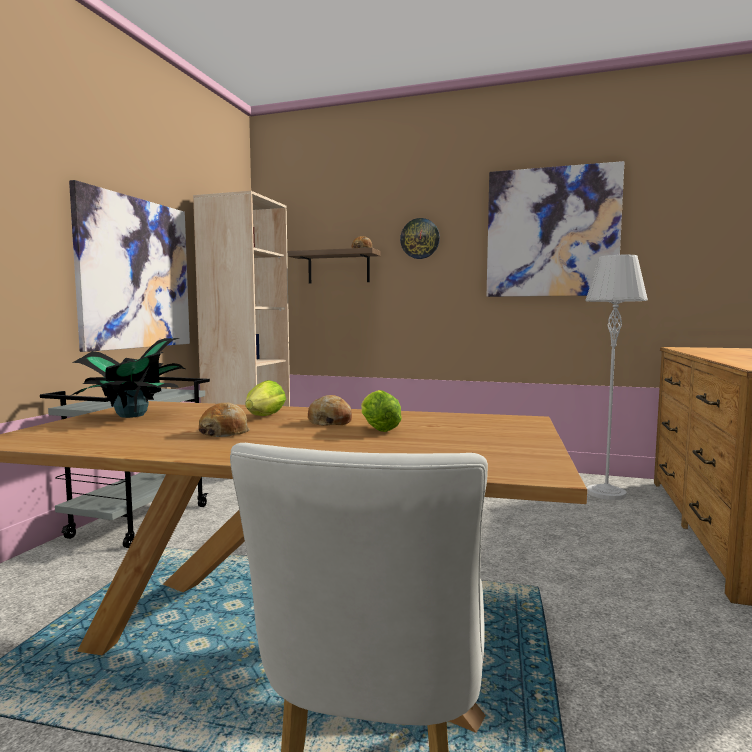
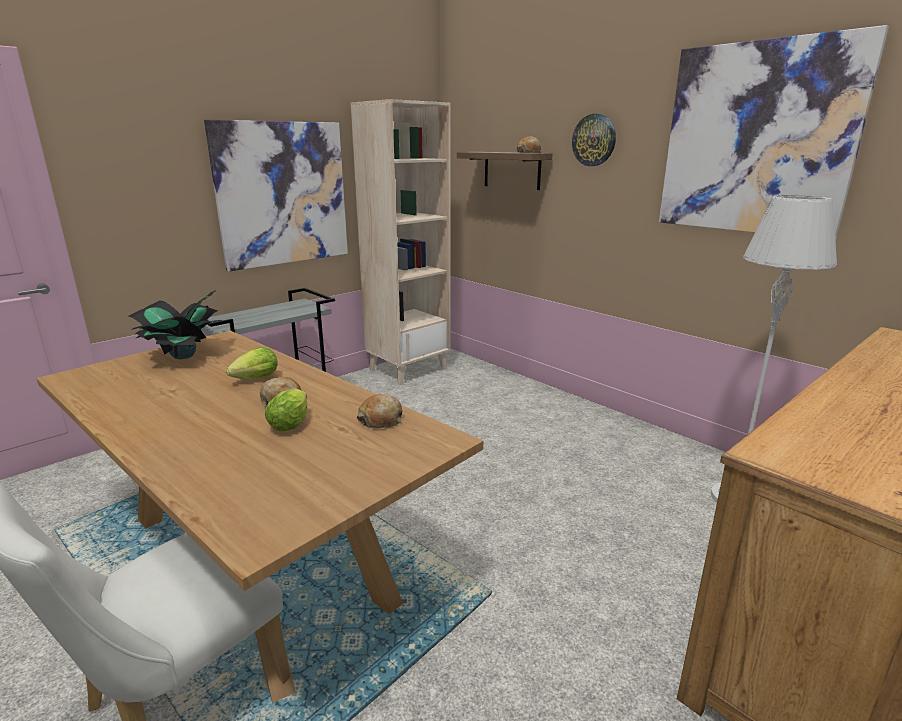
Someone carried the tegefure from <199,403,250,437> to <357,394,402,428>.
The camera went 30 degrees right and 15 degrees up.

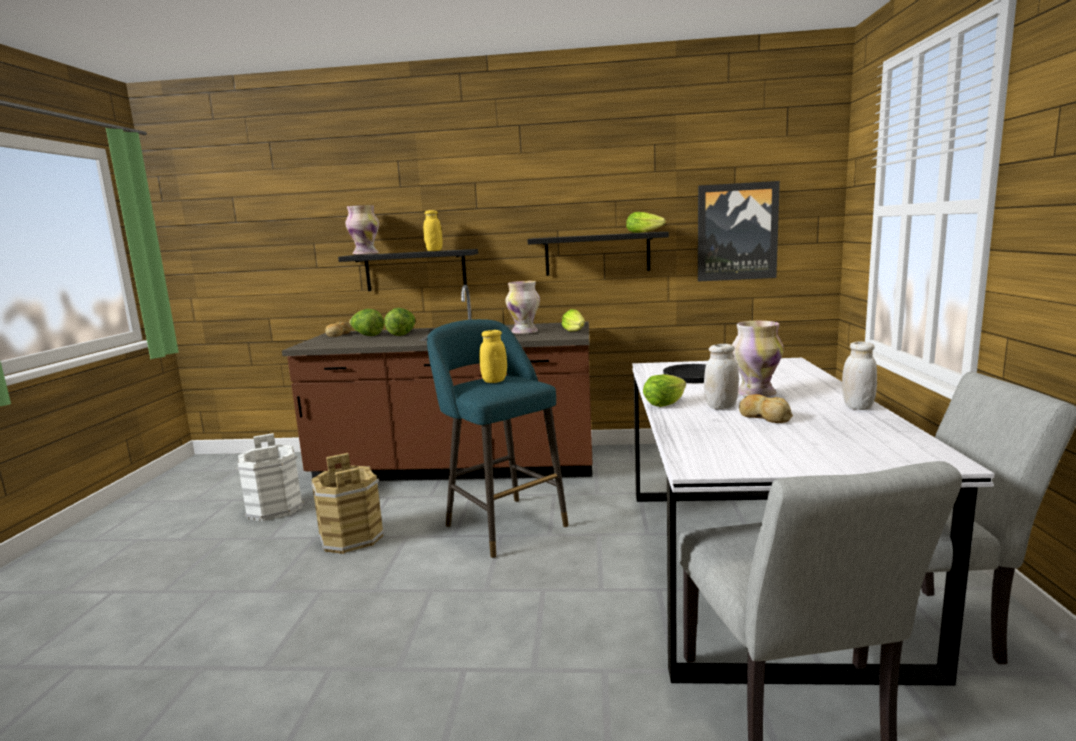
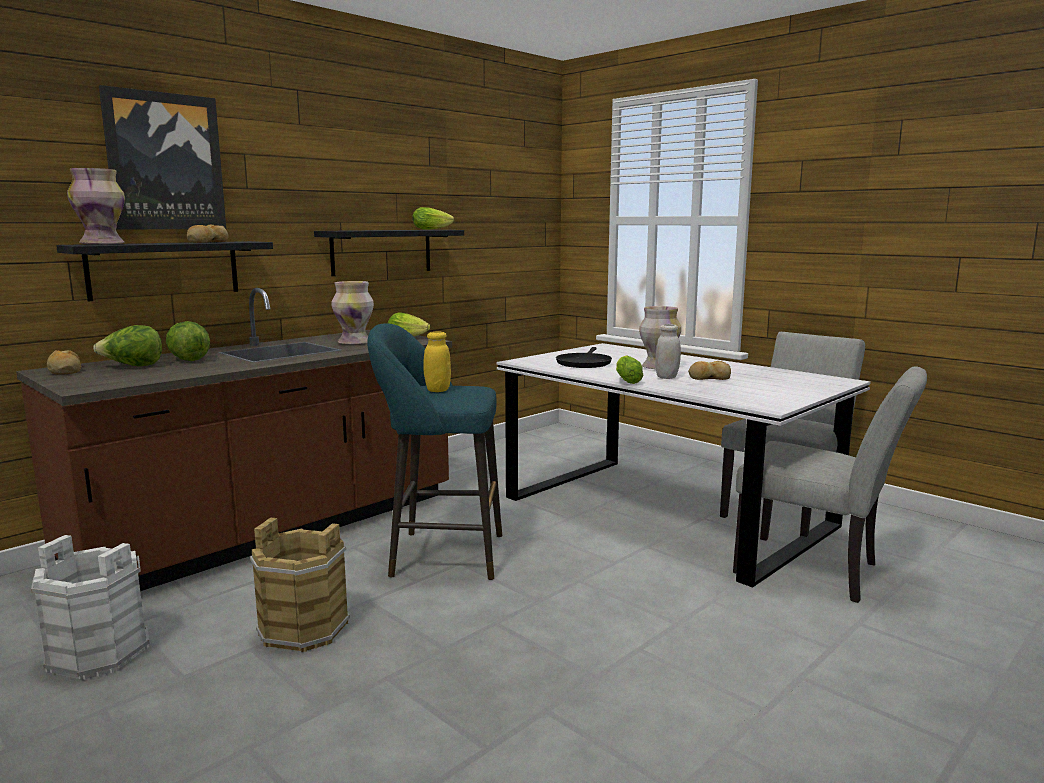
Someone carried the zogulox from <698,181,780,281> to <99,85,226,230>.
Someone swapped the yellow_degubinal at <423,210,442,251> for the tegefure at <187,224,228,243>.
Someone took away the white_degubinal at <842,342,877,410>.
The camera went 50 degrees left and 0 degrees up.

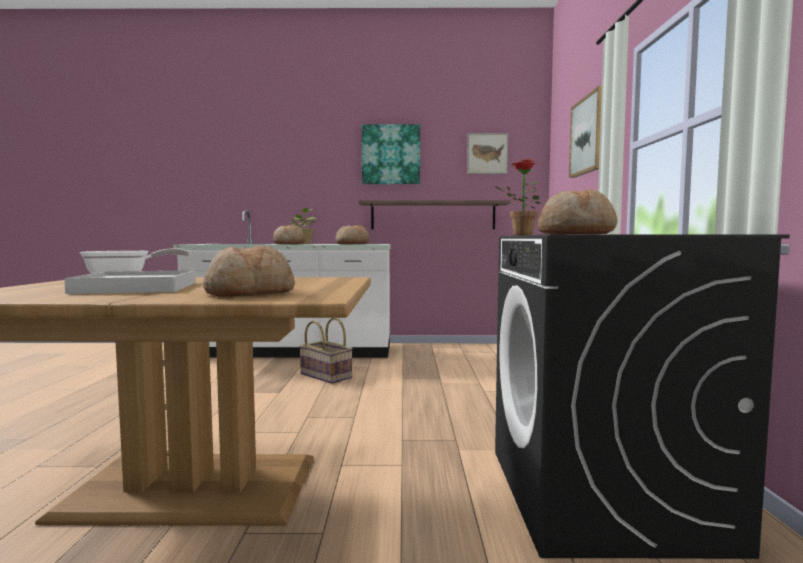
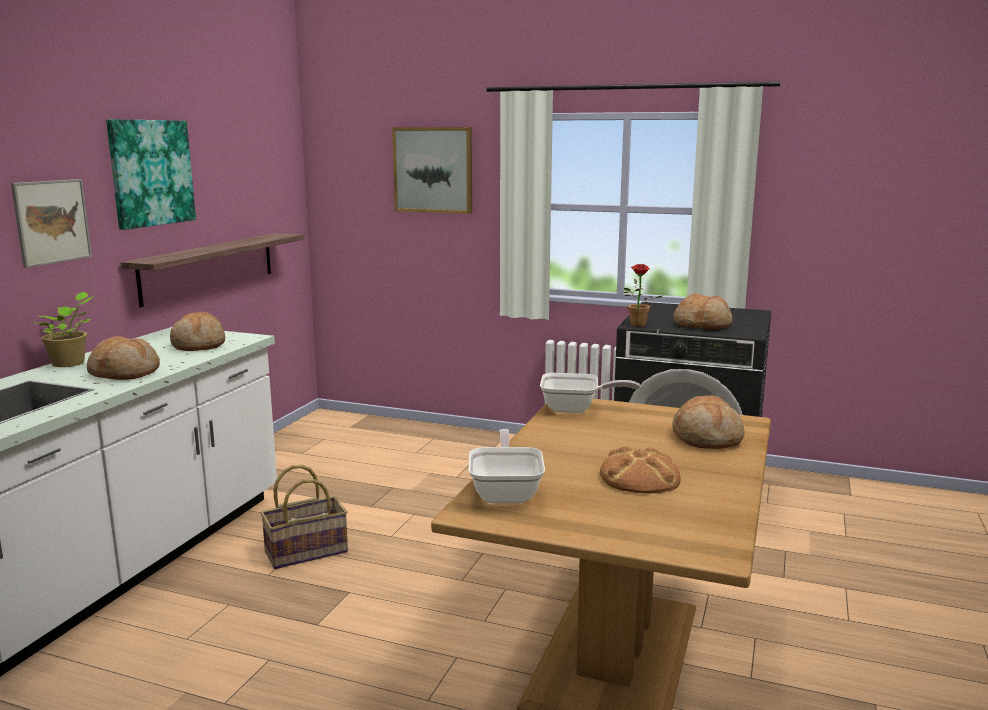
Someone carried the zogulox from <467,133,508,174> to <11,179,92,268>.
Someone put down the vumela at <540,373,640,413>.
Someone swapped the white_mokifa at <64,270,195,294> for the tegefure at <600,446,681,494>.
The camera went 70 degrees left and 10 degrees up.

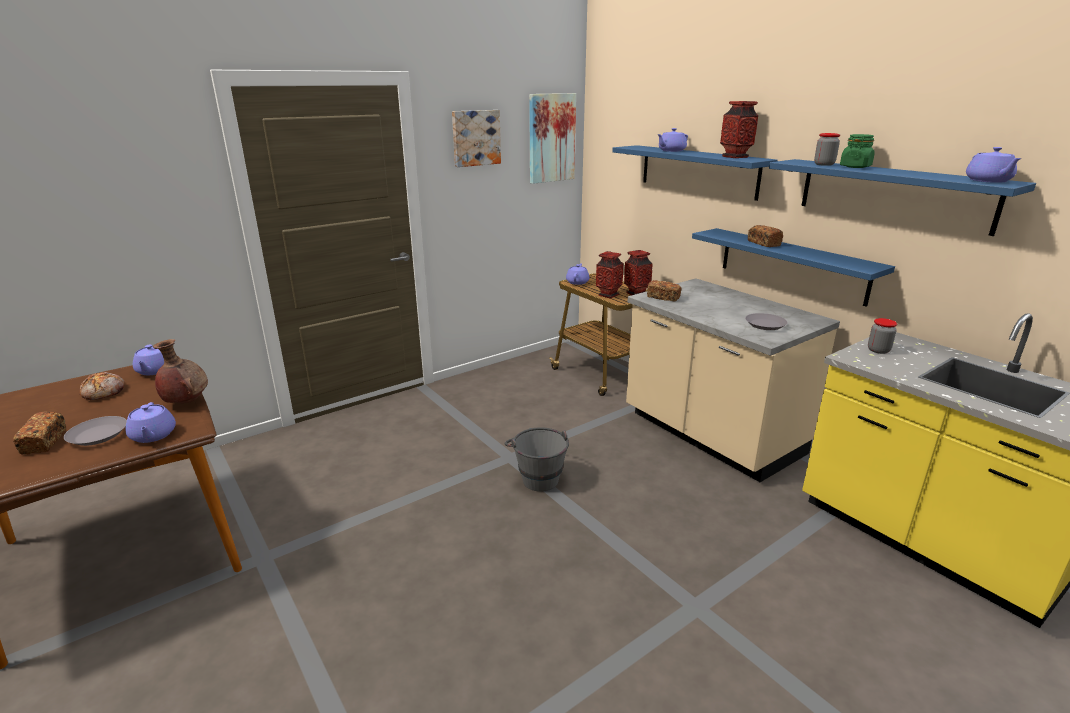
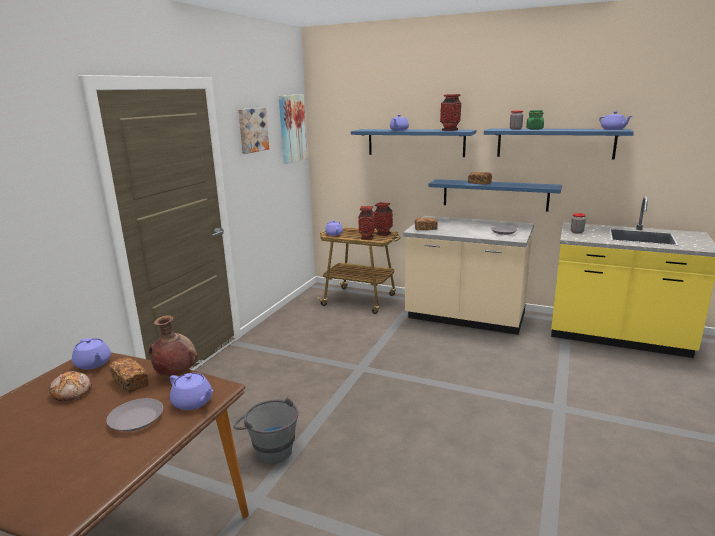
Someone carried the tegefure from <13,411,66,455> to <110,358,149,393>.
Someone carried the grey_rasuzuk from <505,427,569,492> to <233,397,299,464>.
The camera went 30 degrees left and 5 degrees down.

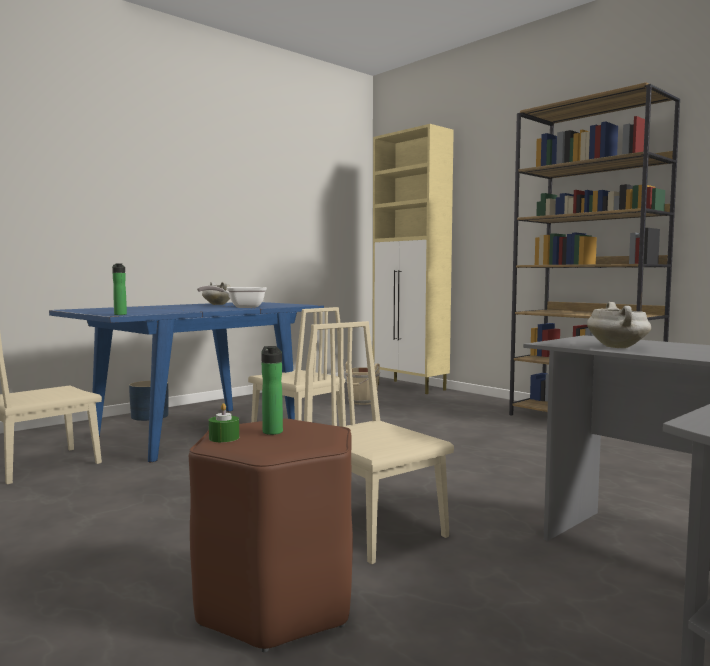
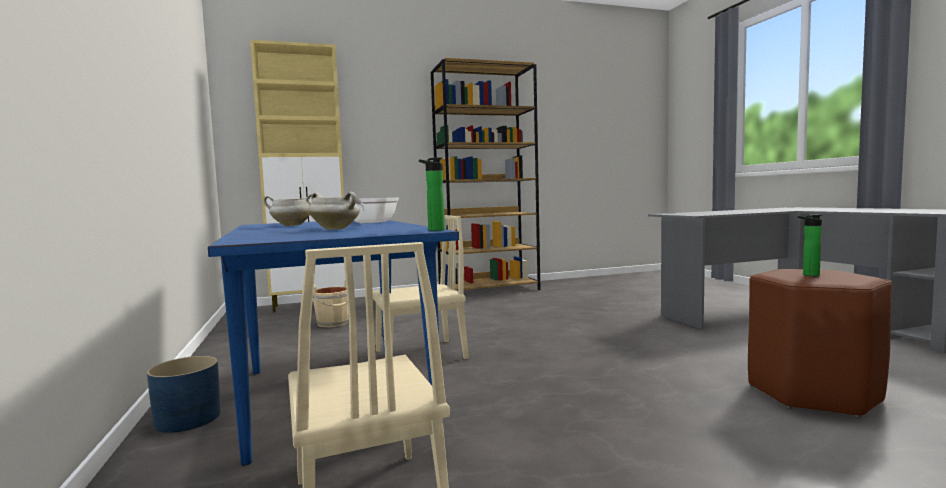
Someone carried the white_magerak from <587,302,651,348> to <308,192,360,230>.
Someone took away the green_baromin at <209,403,239,442>.
Someone took away the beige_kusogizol at <304,321,454,564>.
The camera went 65 degrees left and 0 degrees up.

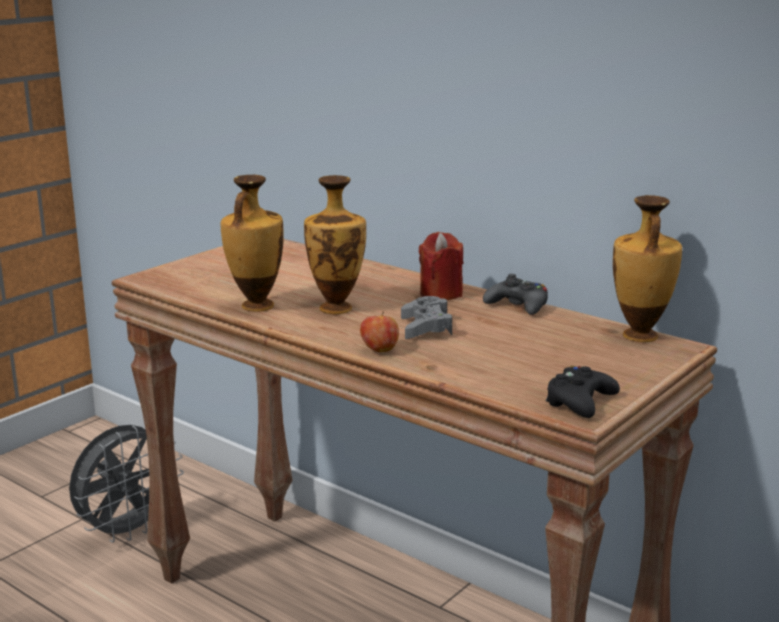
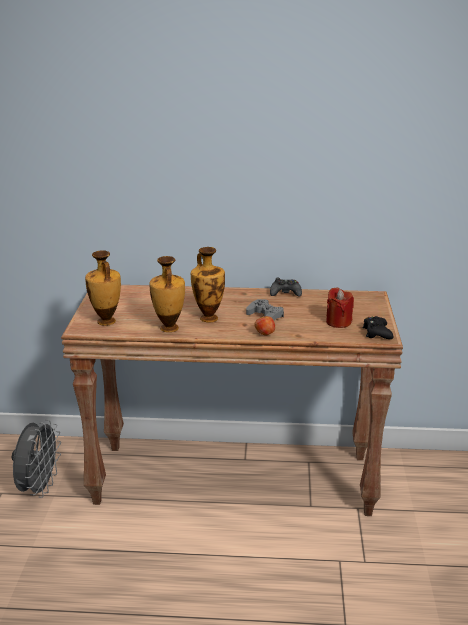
Someone carried the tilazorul from <613,195,682,342> to <85,250,121,326>.
Someone carried the red_baromin from <419,232,463,300> to <326,287,354,328>.
The camera went 35 degrees left and 5 degrees up.

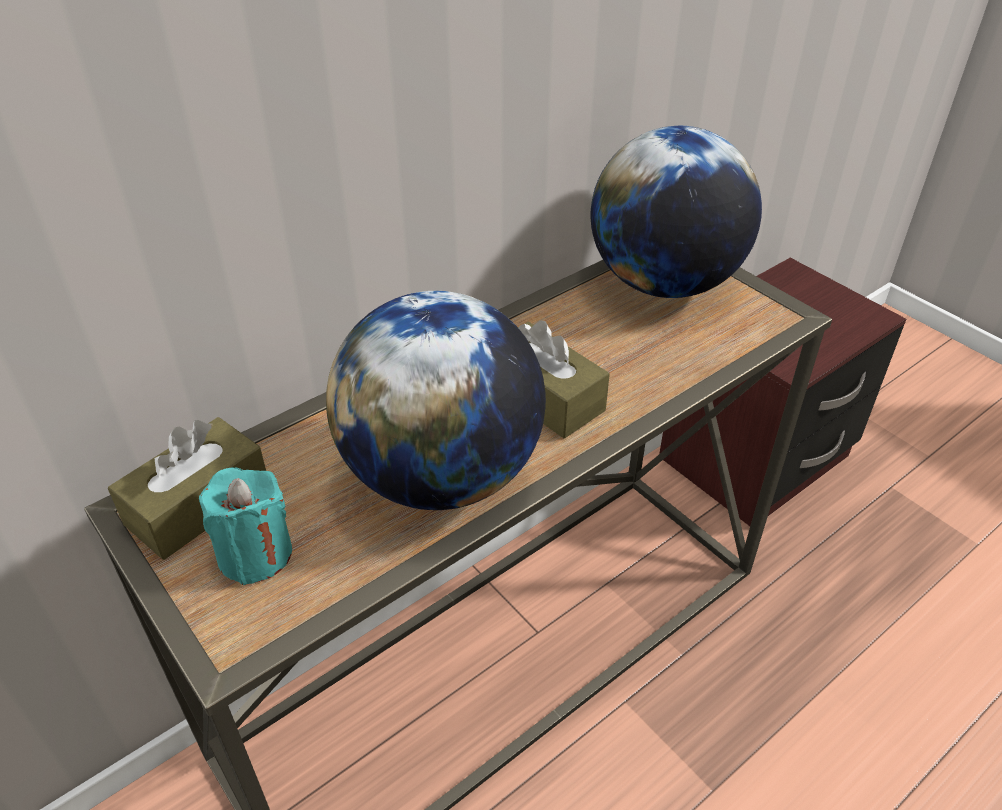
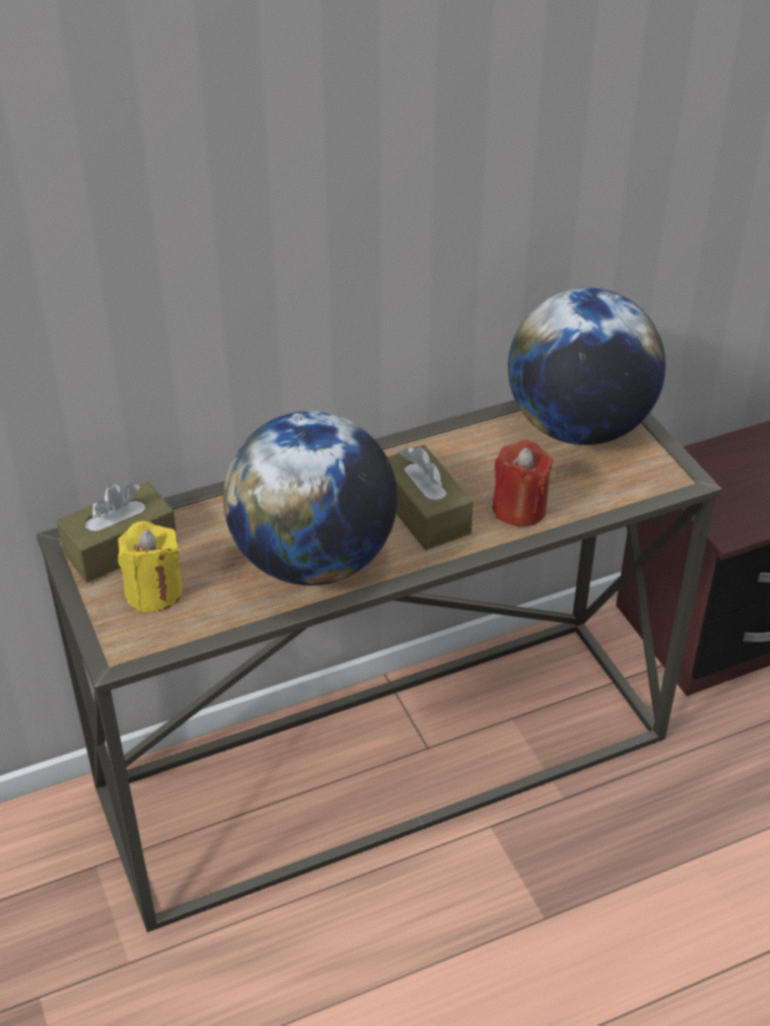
Someone repainted the turquoise_baromin at <199,467,292,585>, which became the yellow_baromin at <118,521,183,612>.
Someone put down the red_baromin at <492,440,553,526>.
The camera went 15 degrees right and 0 degrees up.

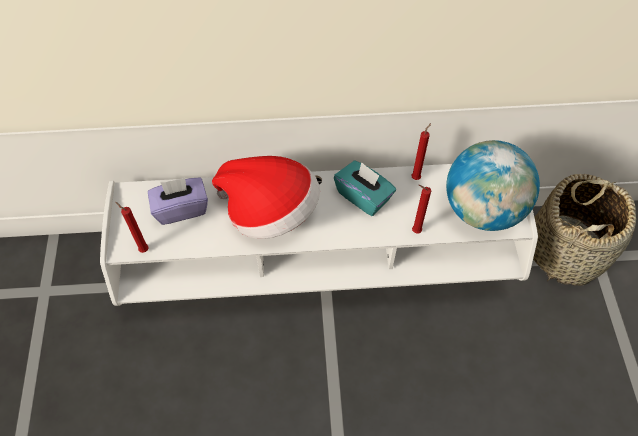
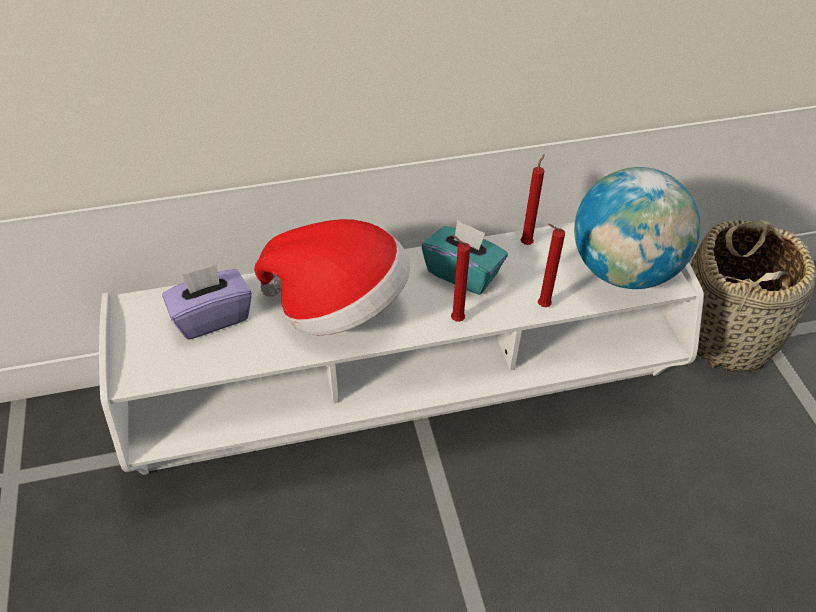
Someone carried the red_baromin from <115,202,149,253> to <451,235,470,322>.
The camera went 10 degrees left and 10 degrees down.

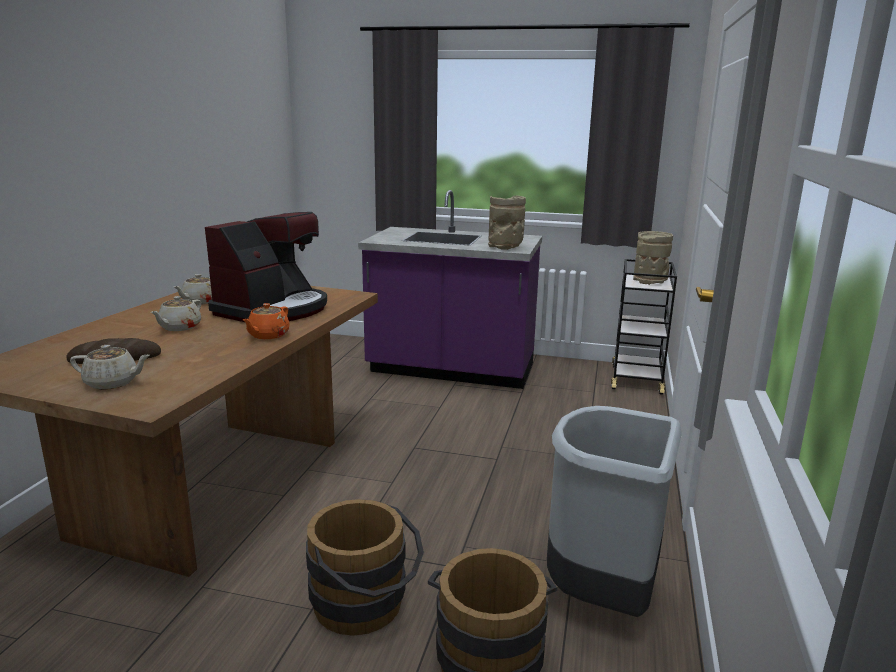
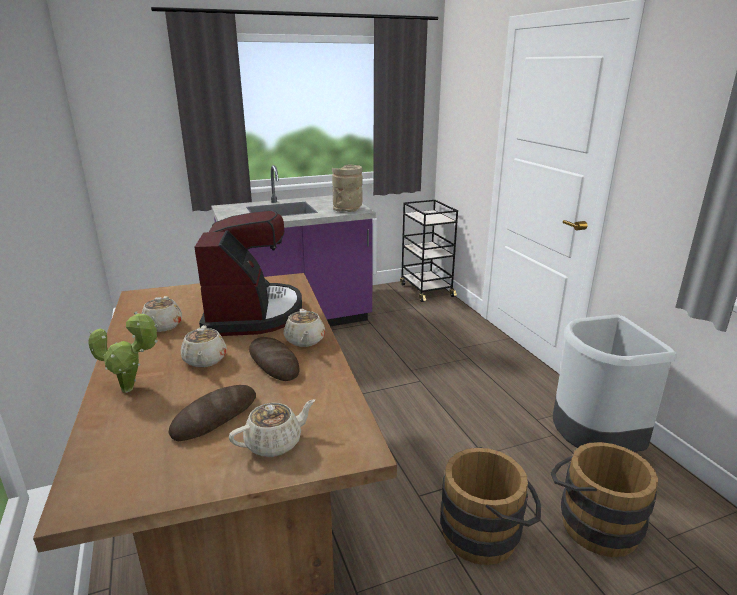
Someone put down the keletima at <88,311,158,393>.
Someone put down the tegefure at <249,337,300,381>.
Someone repainted the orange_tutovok at <243,303,290,339>, which became the beige_tutovok at <284,309,325,347>.
Someone took away the beige_tilazorul at <633,231,673,285>.
The camera went 35 degrees left and 5 degrees up.

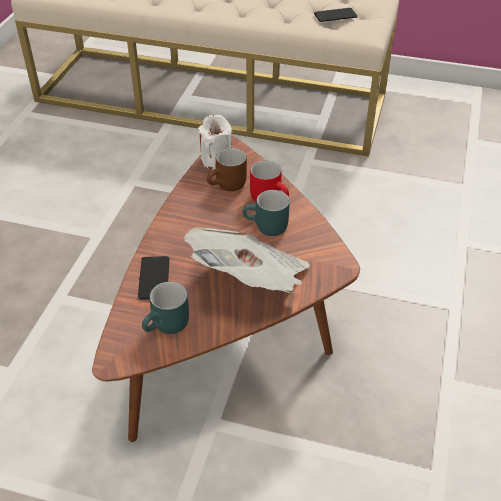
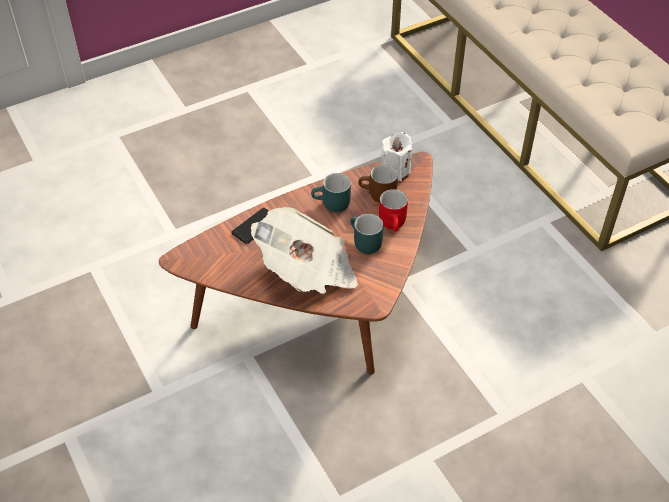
Someone carried the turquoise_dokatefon from <142,282,189,334> to <311,173,351,212>.
Someone took away the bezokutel at <314,8,358,22>.
The camera went 45 degrees right and 5 degrees up.

